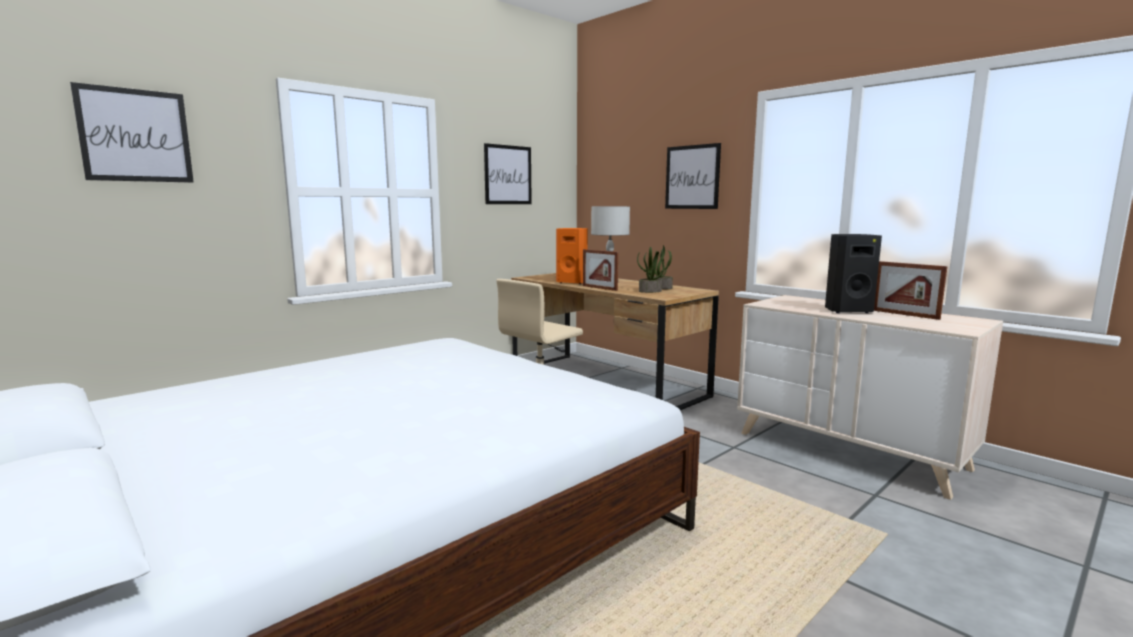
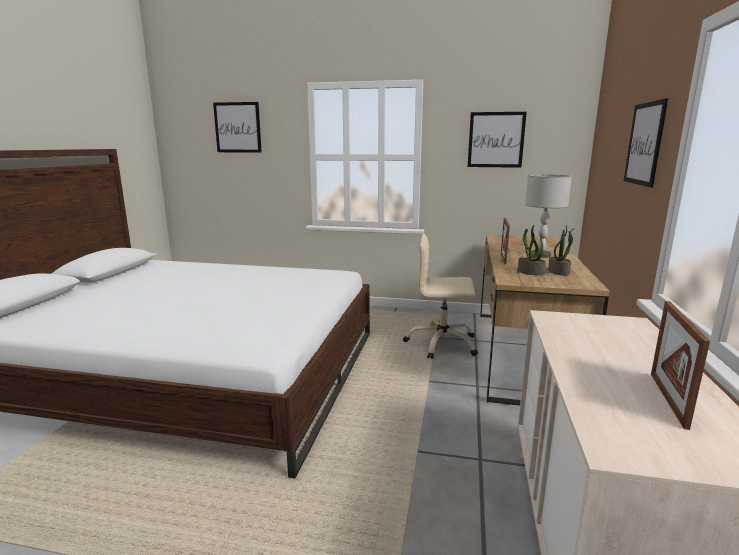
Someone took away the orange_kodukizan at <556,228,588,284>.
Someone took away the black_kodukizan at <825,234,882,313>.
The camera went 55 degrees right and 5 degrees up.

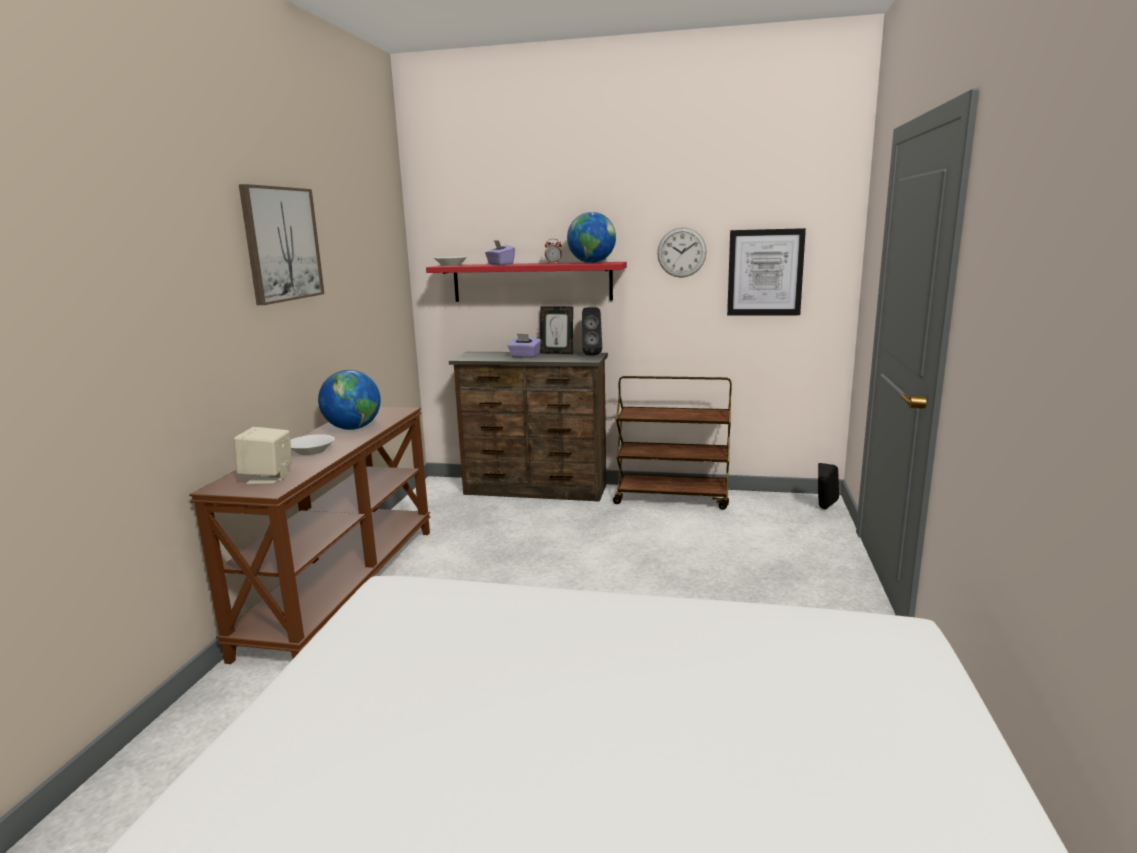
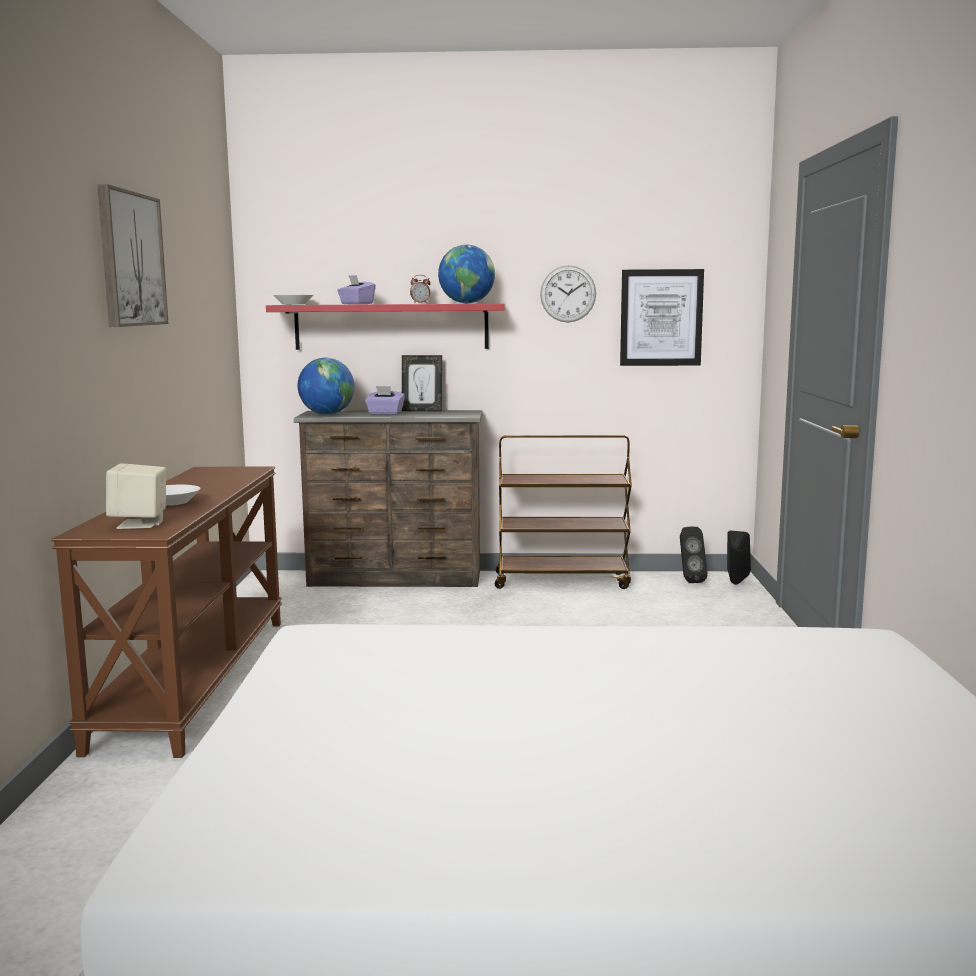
Someone carried the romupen from <318,370,381,430> to <297,358,355,415>.
Someone carried the black_kodukizan from <582,307,602,355> to <680,527,708,583>.
The camera went 10 degrees left and 5 degrees down.

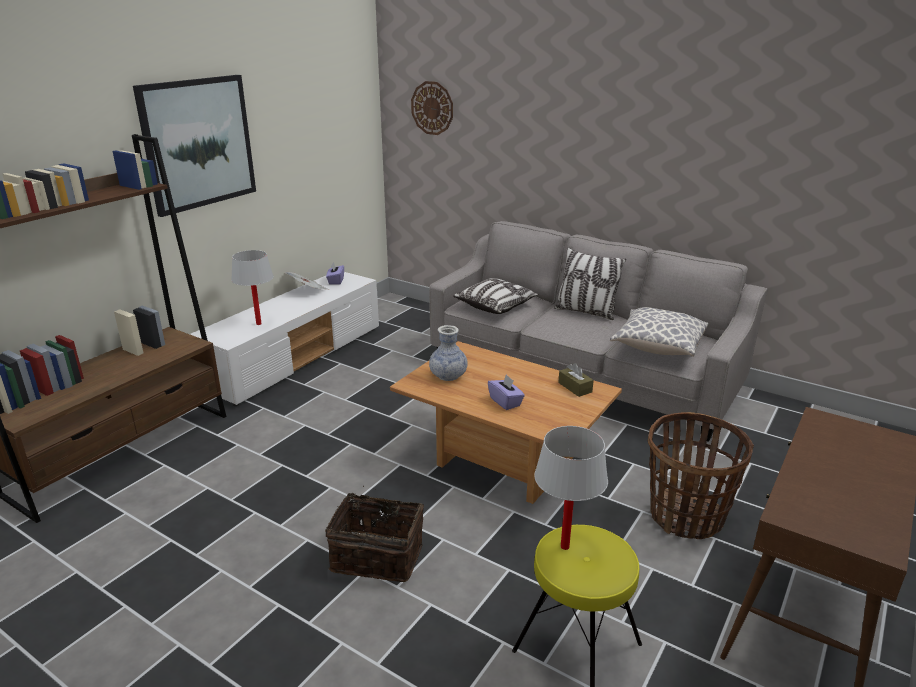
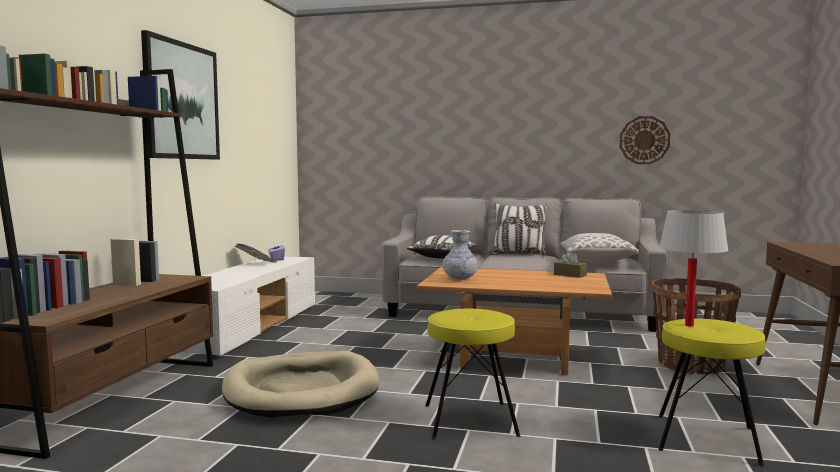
Someone put down the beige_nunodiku at <222,351,380,418>.
Someone swapped the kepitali at <325,486,424,582> for the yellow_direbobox at <425,309,521,440>.
Someone carried the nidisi from <411,81,453,135> to <620,116,670,164>.
Someone took away the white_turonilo at <231,250,274,325>.
Someone took away the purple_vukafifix at <488,375,525,410>.
The camera went 20 degrees left and 20 degrees down.

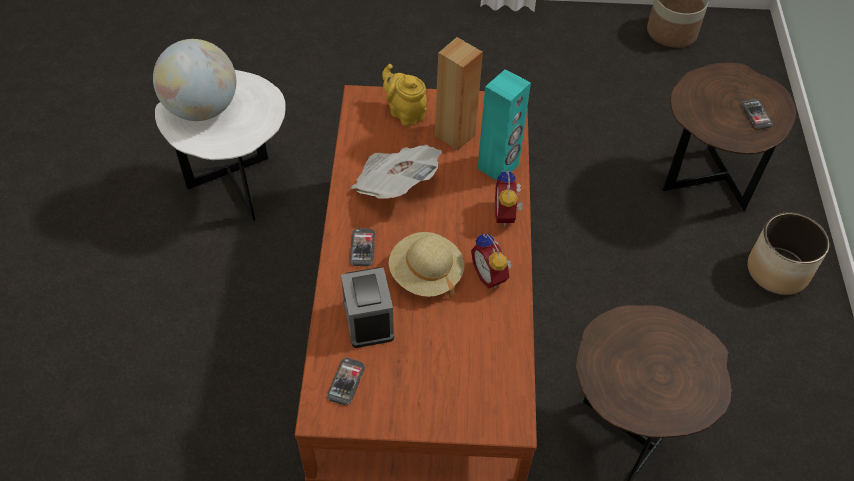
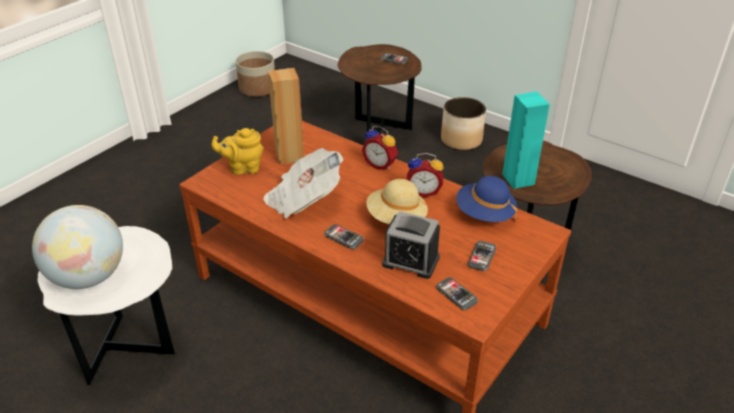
Someone put down the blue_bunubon at <456,176,517,222>.
Someone put down the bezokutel at <467,241,496,271>.
Someone carried the turquoise_kodukizan from <478,69,531,181> to <502,91,550,189>.
The camera went 55 degrees left and 15 degrees down.

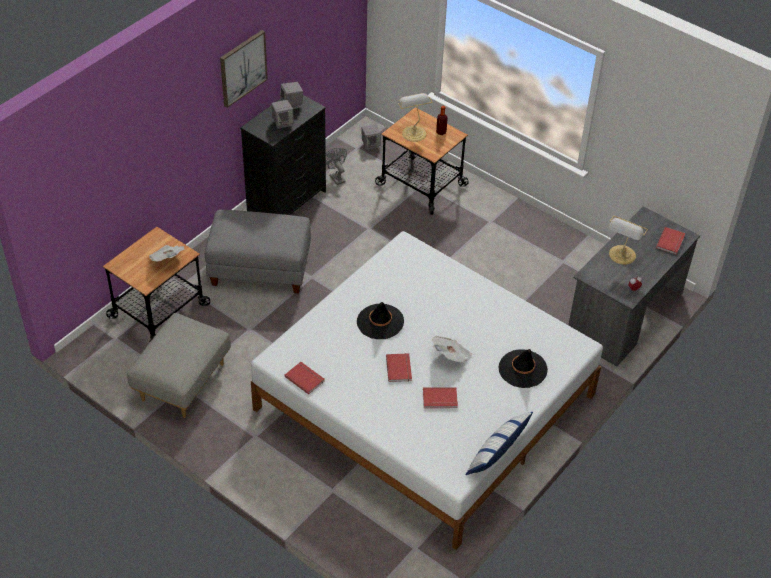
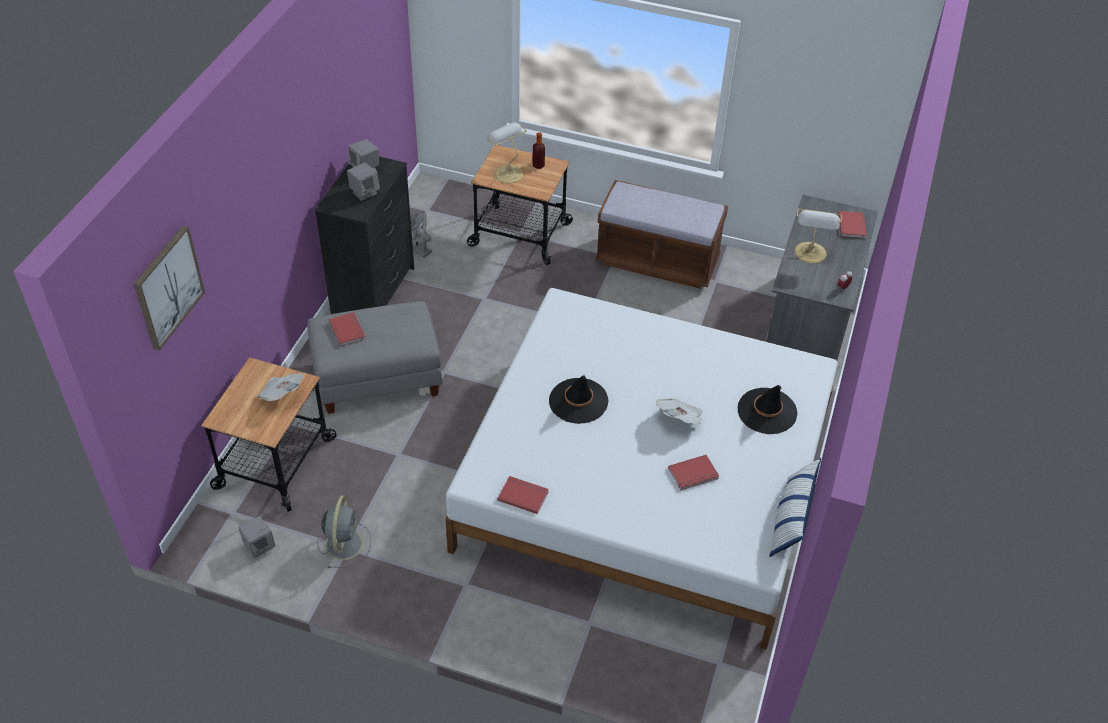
Someone carried the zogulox from <220,30,268,108> to <134,225,205,351>.
Someone carried the grey_kodukizan from <362,125,381,150> to <239,516,275,558>.
Someone swapped the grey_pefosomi at <127,313,231,418> for the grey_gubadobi at <317,495,371,568>.
Someone carried the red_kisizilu from <386,353,412,382> to <329,312,366,346>.
Someone put down the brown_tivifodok at <595,180,728,288>.
The camera went 20 degrees left and 0 degrees up.

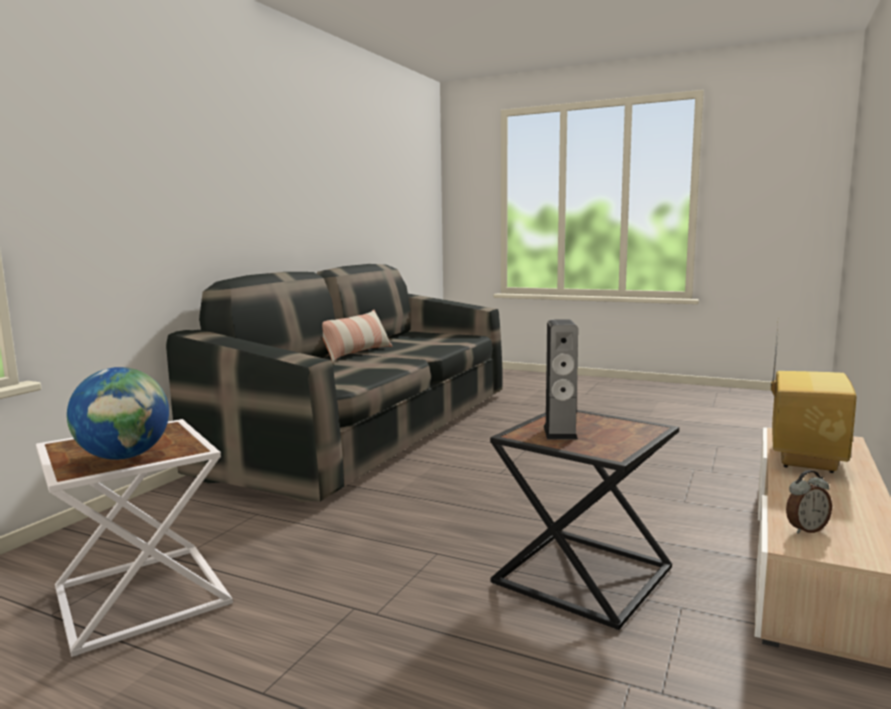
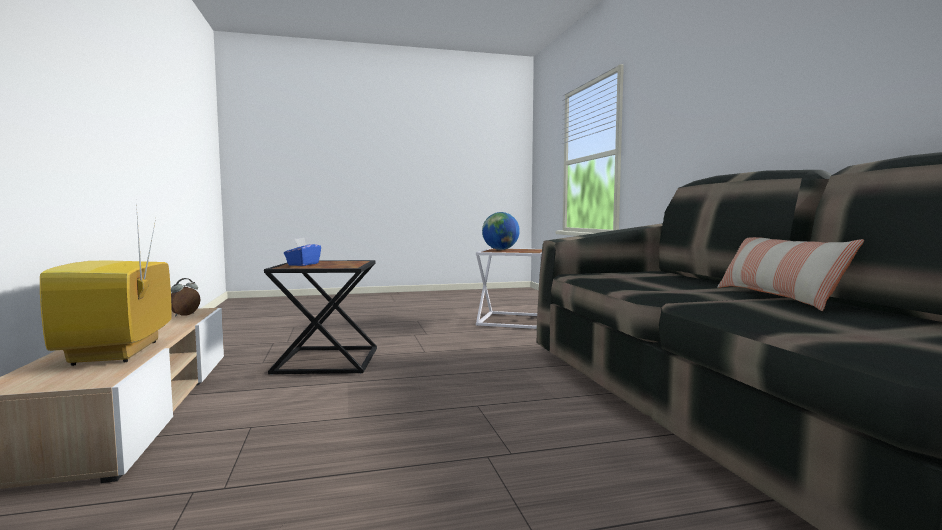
Someone put down the blue_vukafifix at <284,238,321,266>.
Someone took away the kodukizan at <544,319,578,440>.
The camera went 140 degrees right and 5 degrees down.

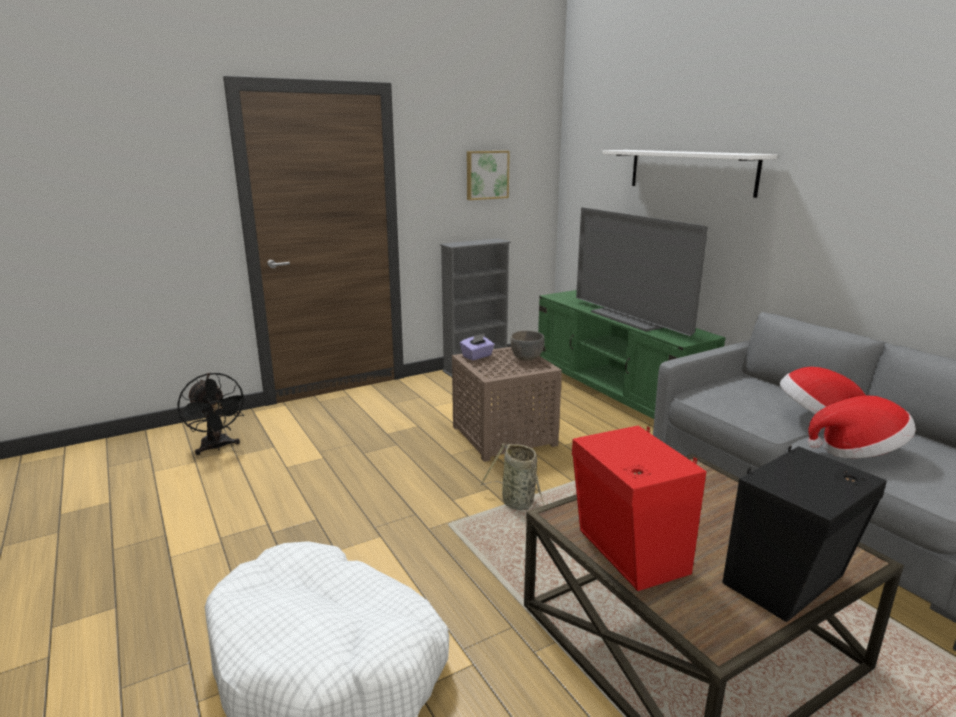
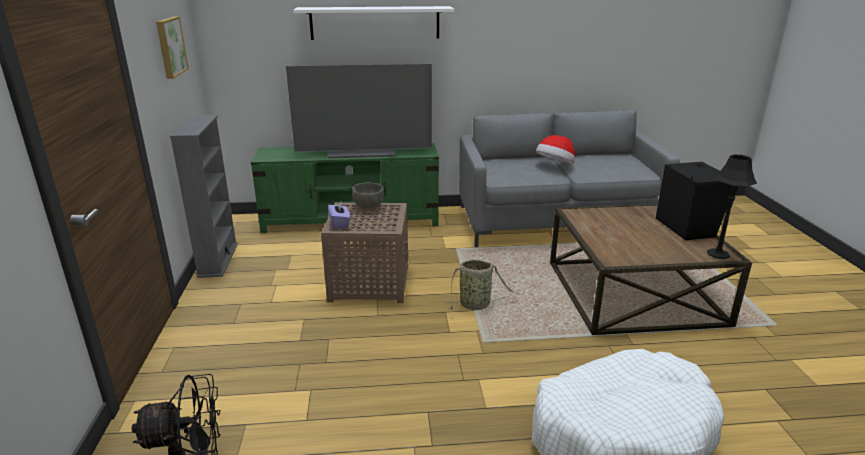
Someone put down the black_turonilo at <707,154,757,259>.
Someone took away the red_kodukizan at <572,426,706,591>.
Someone took away the bunubon at <808,395,916,458>.
The camera went 65 degrees left and 5 degrees up.

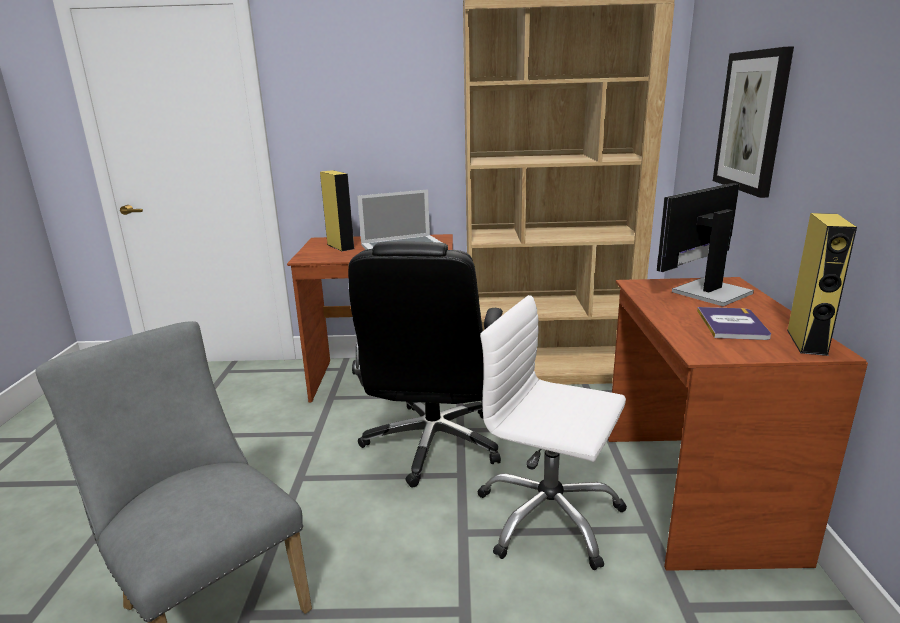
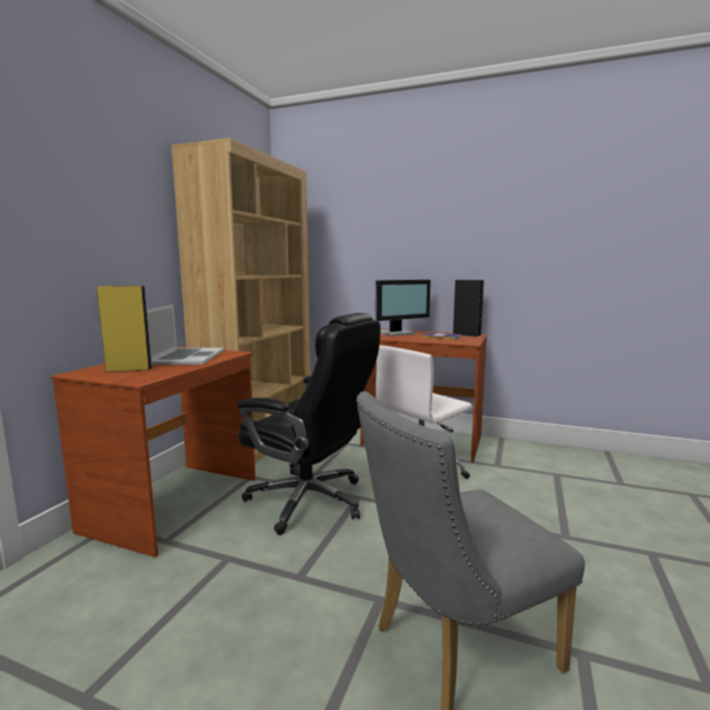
Someone rotated the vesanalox at <657,183,754,306> by 105 degrees counterclockwise.
Someone repainted the yellow_kodukizan at <787,213,857,356>, which became the black_kodukizan at <453,280,484,337>.
Someone took away the zogulox at <713,46,794,198>.
The camera went 70 degrees left and 10 degrees down.

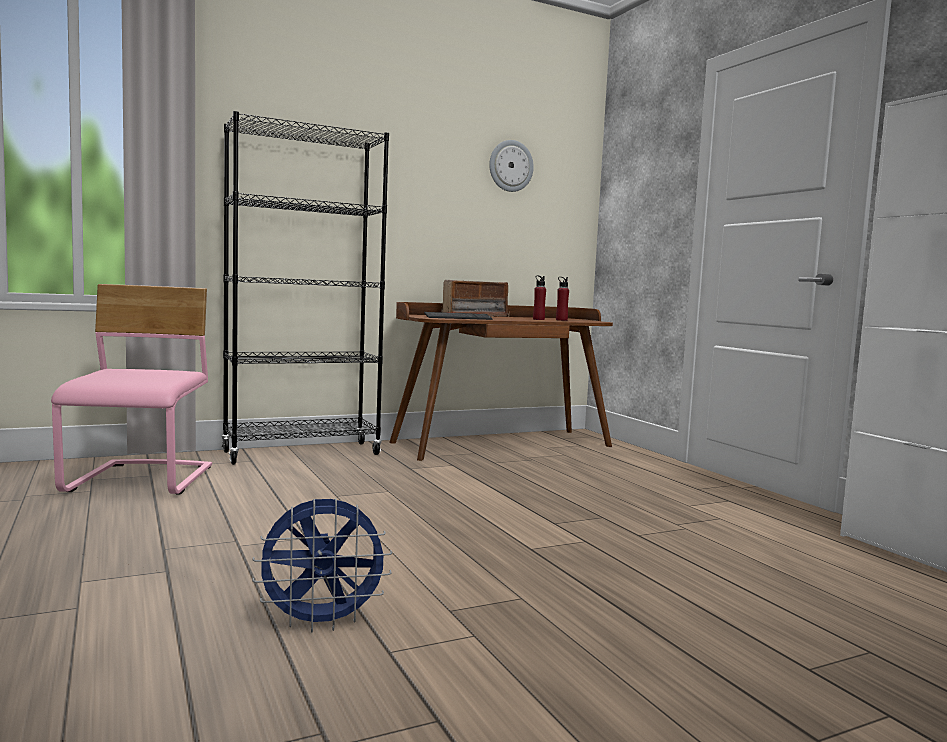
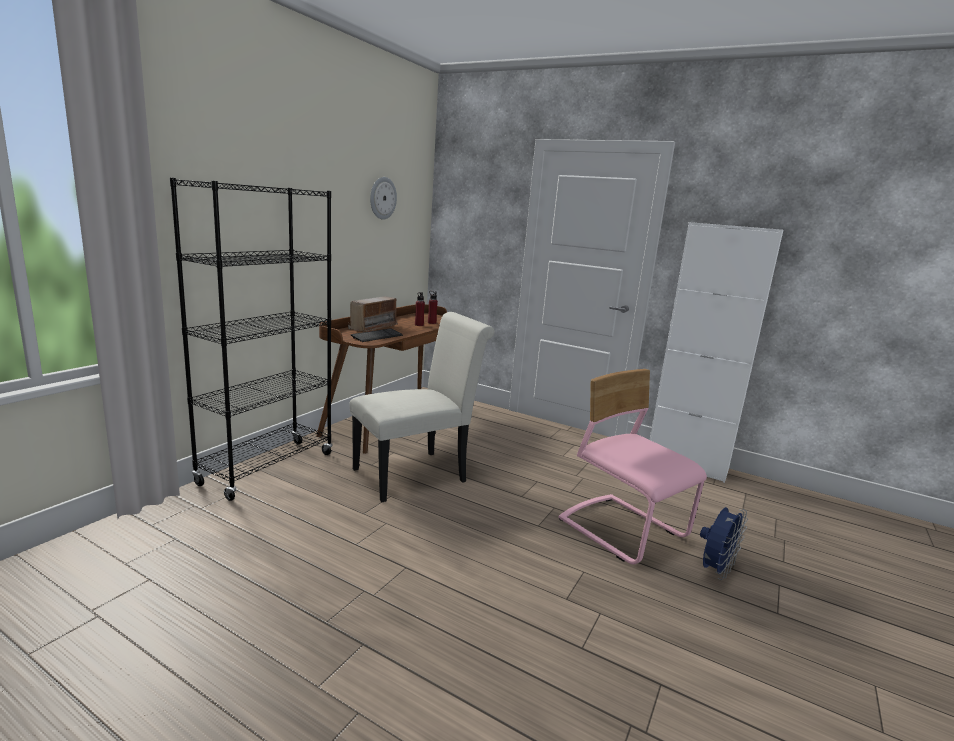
Someone put down the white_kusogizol at <350,312,495,502>.
Someone carried the pink_kusogizol from <51,284,212,494> to <558,369,707,564>.
Someone carried the blue_gubadobi from <252,498,392,632> to <700,507,748,580>.
The camera went 35 degrees left and 10 degrees up.

